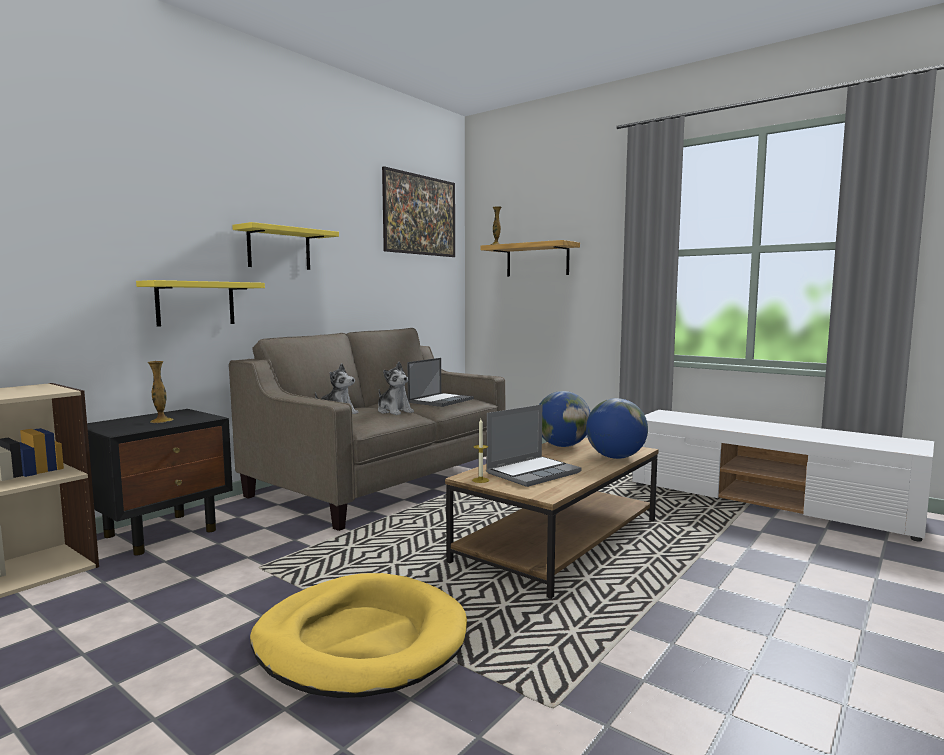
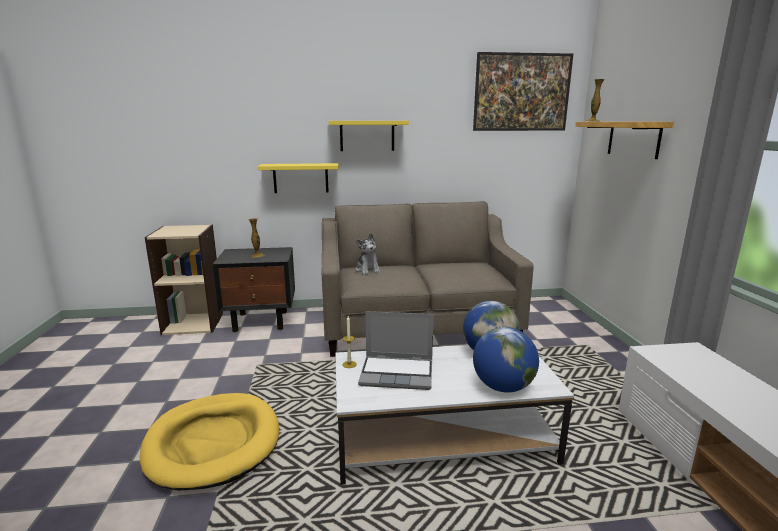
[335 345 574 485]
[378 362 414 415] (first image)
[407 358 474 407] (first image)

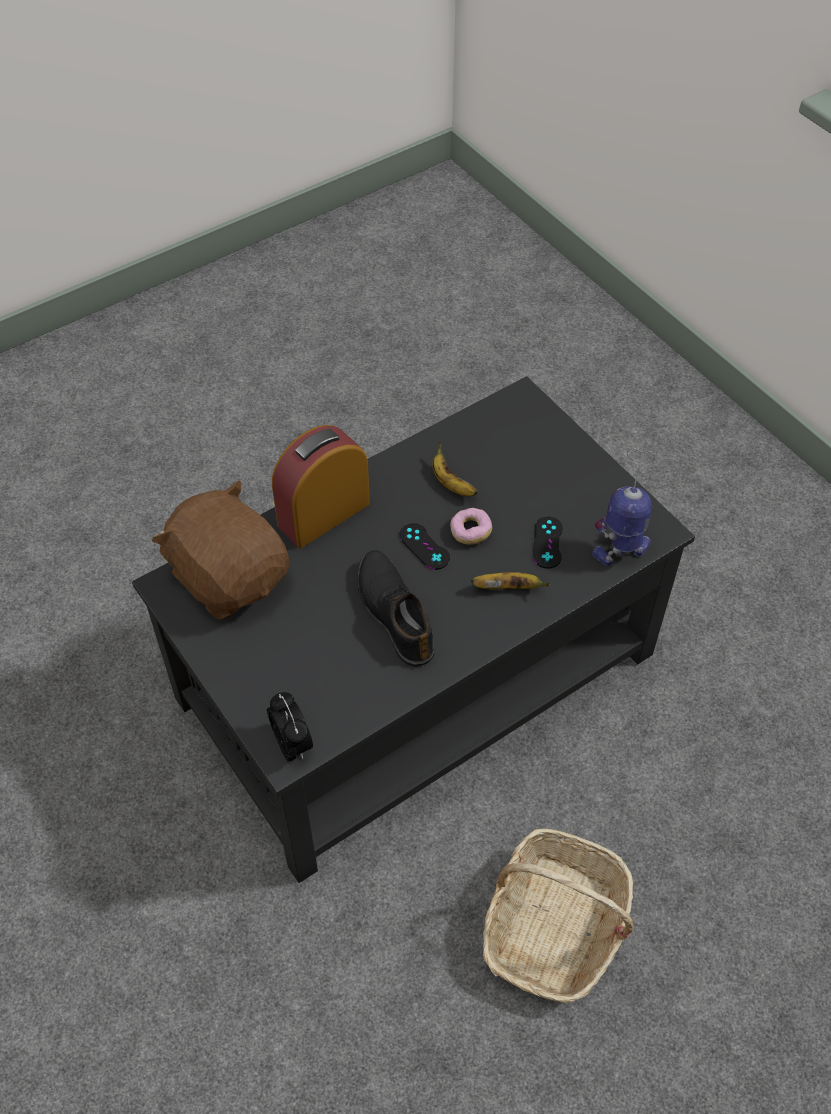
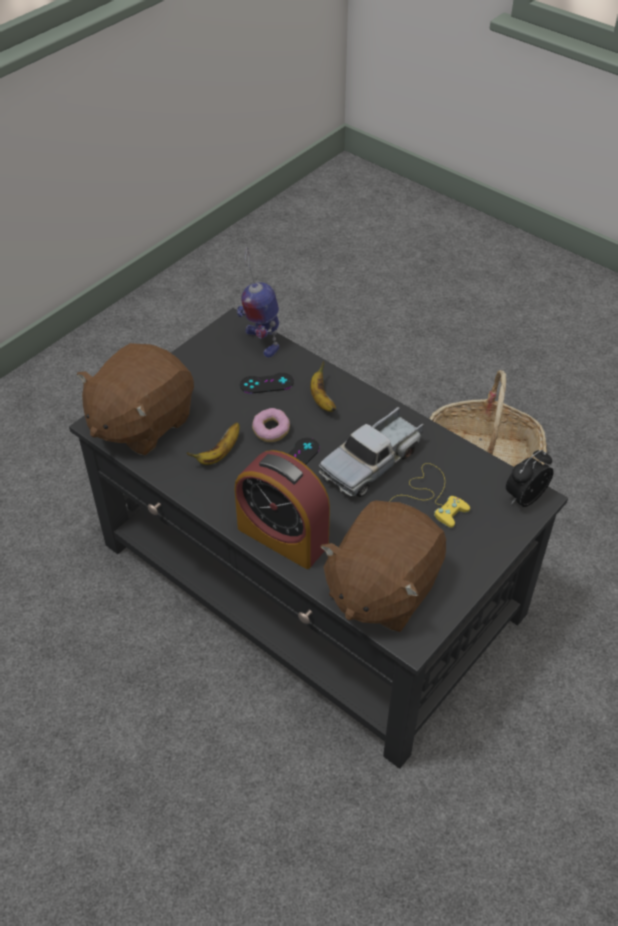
[77 343 194 455]
[318 407 424 497]
[389 463 470 528]

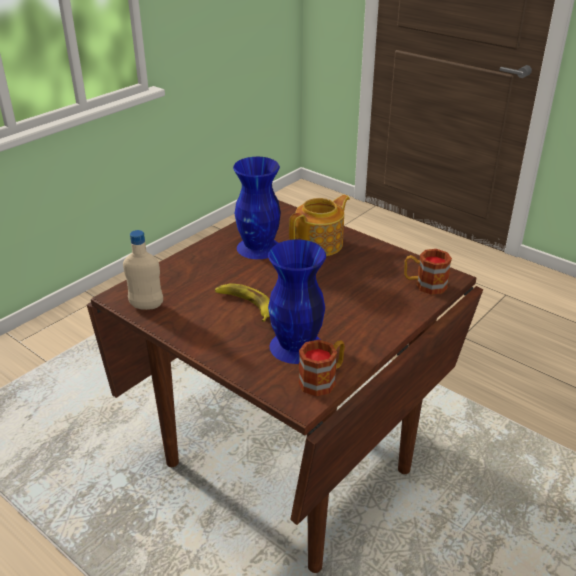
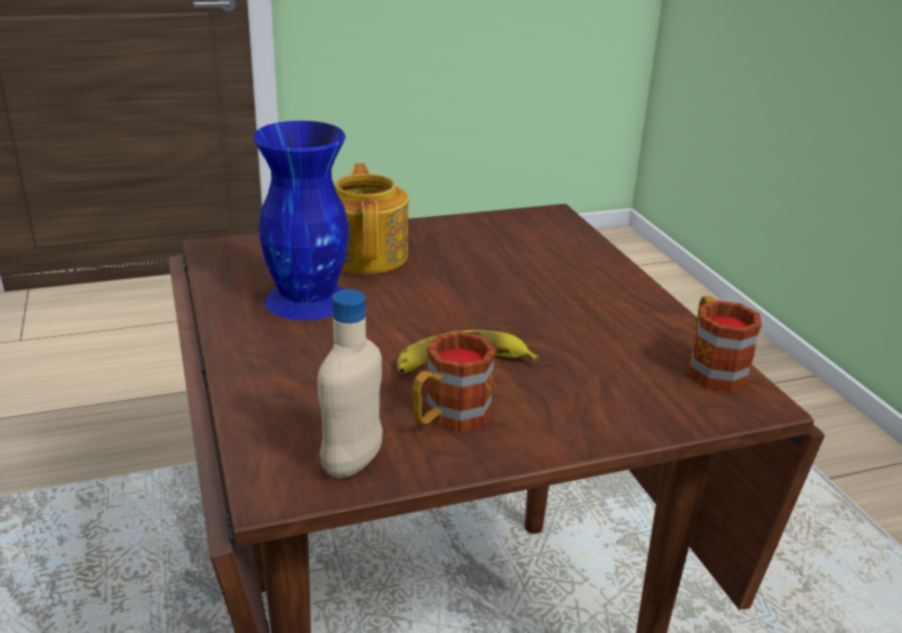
[412 331 496 432]
[268 239 326 364] (first image)

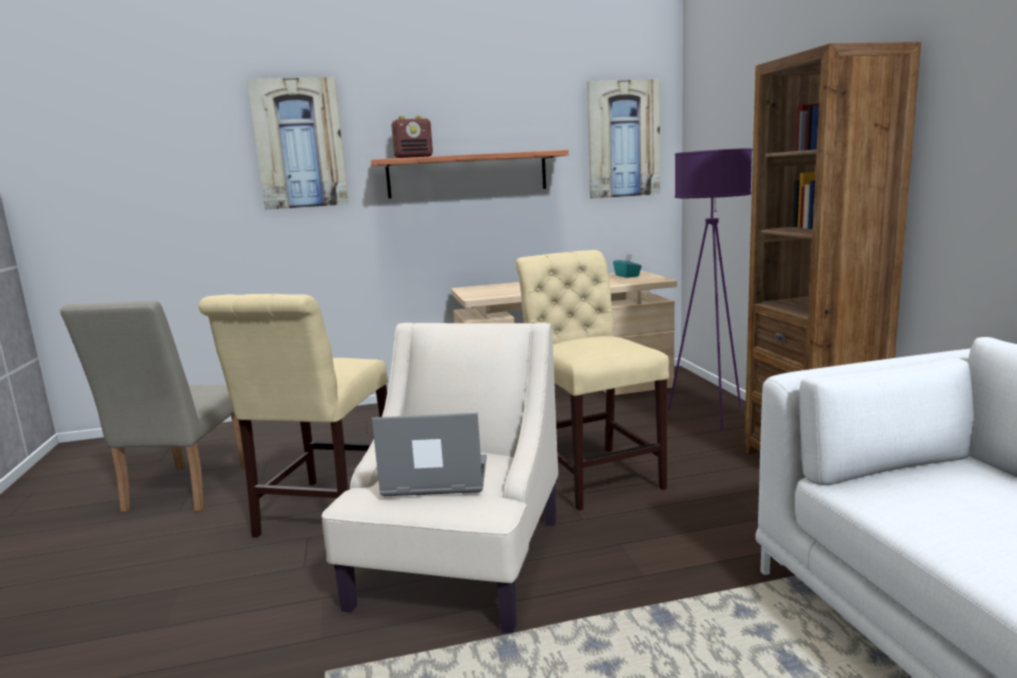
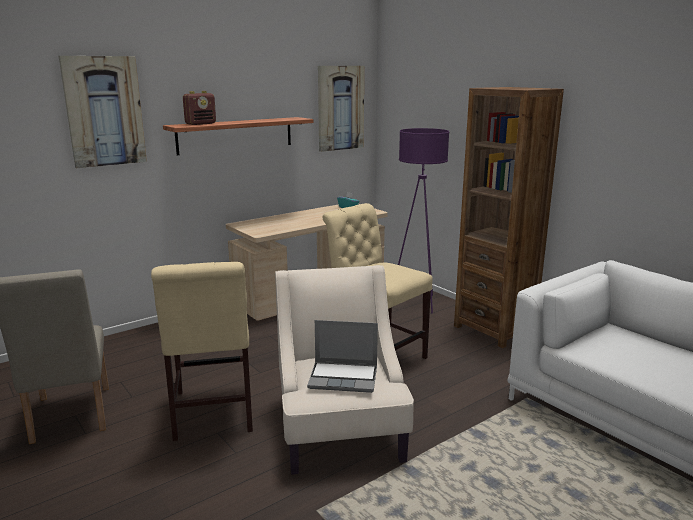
[307 320 378 393]

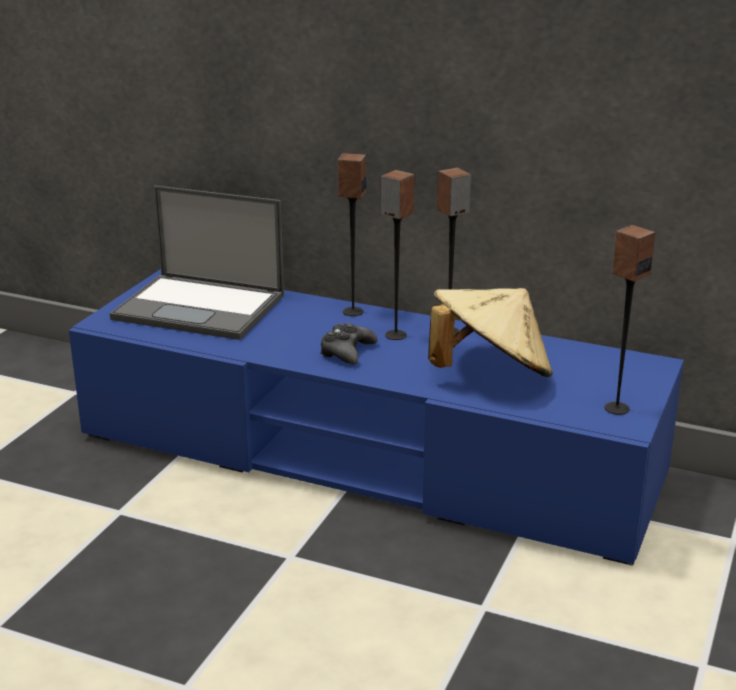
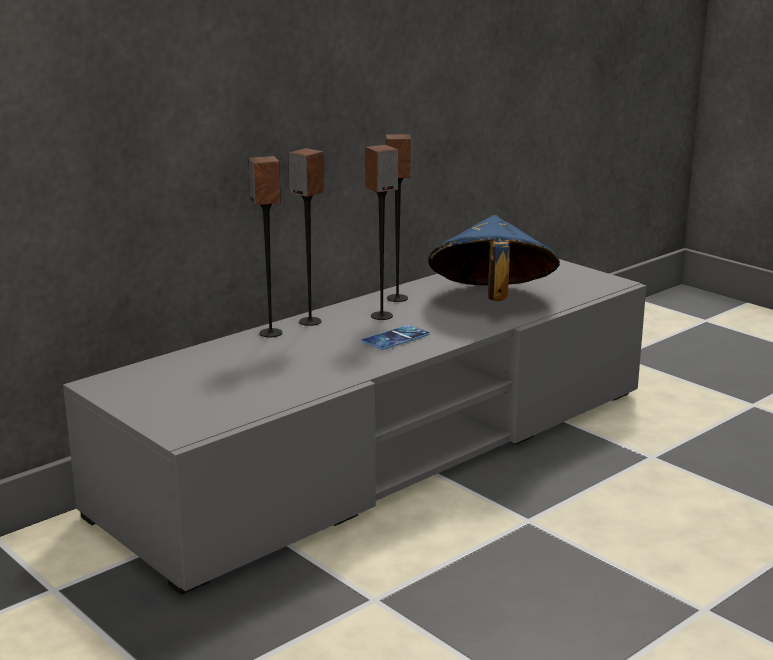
[63 259 646 595]
[248 156 282 337]
[362 325 430 350]
[428 215 560 301]
[110 186 284 340] (first image)

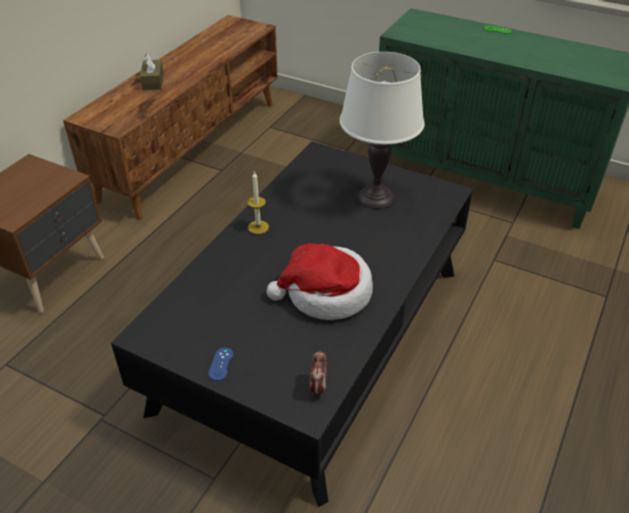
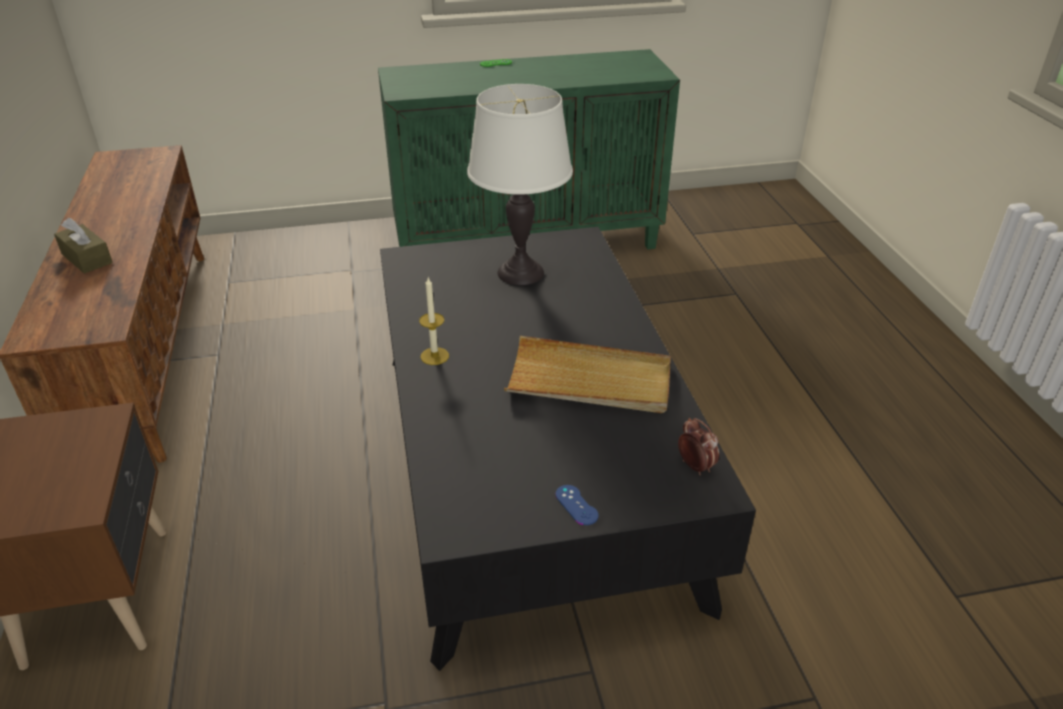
[504 336 670 413]

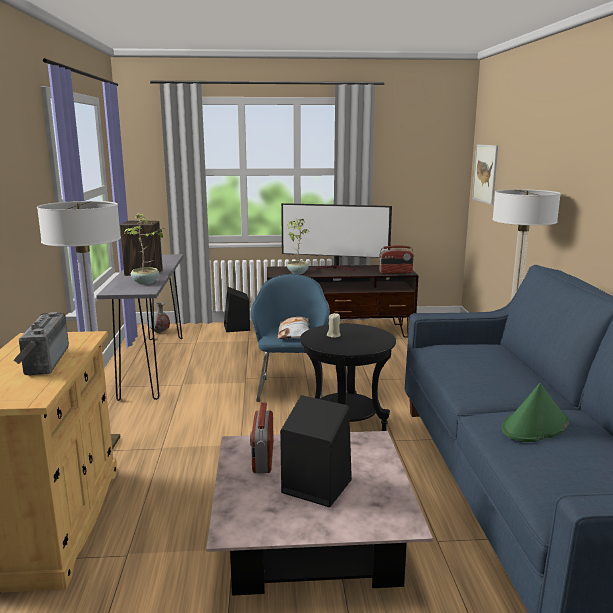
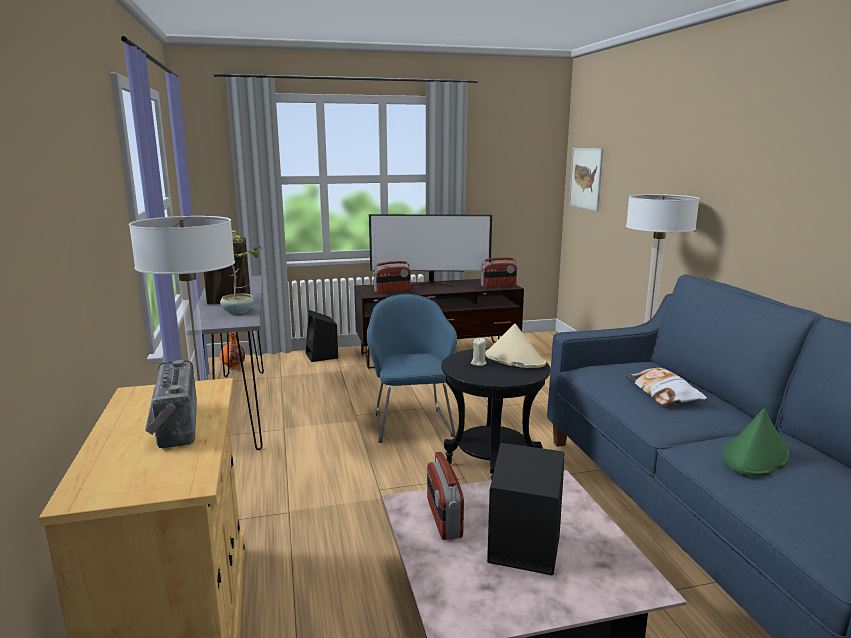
[220 332 245 368]
[373 261 411 294]
[485 323 546 368]
[625 368 707 406]

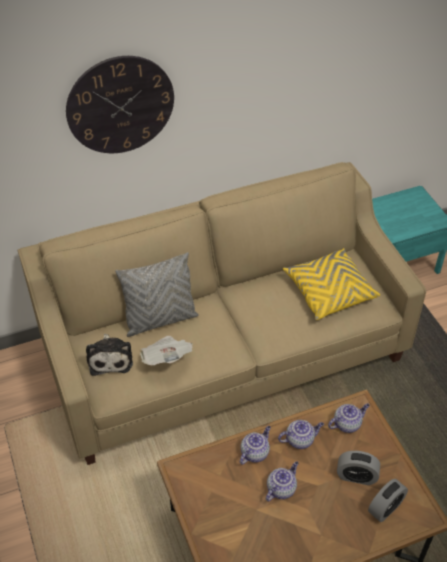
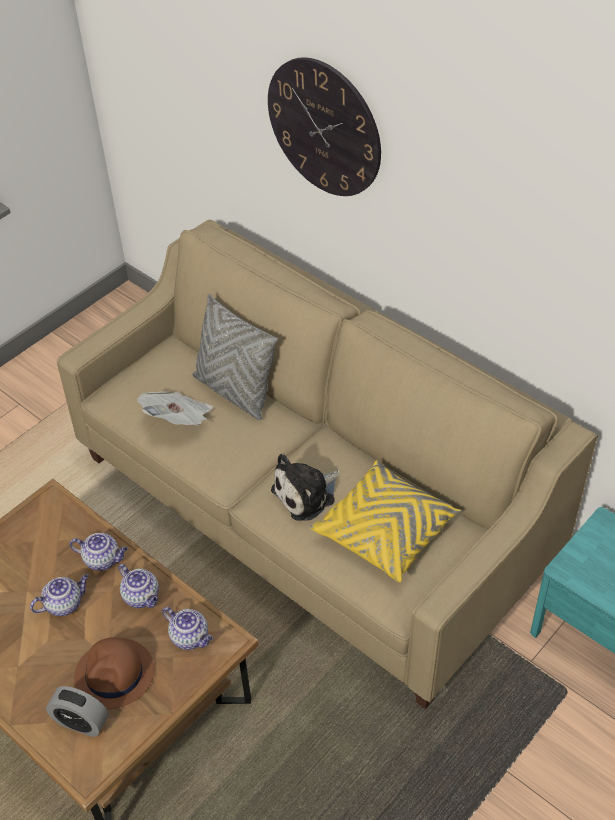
[30 574 89 616]
[74 637 154 710]
[271 454 340 521]

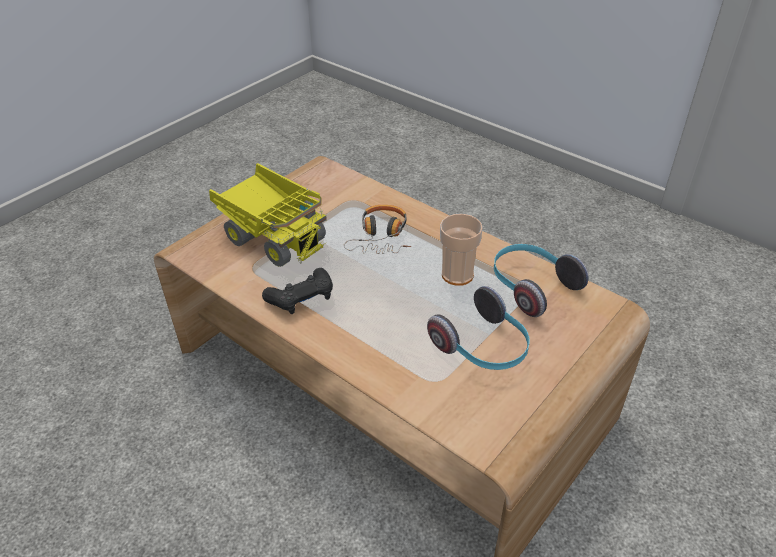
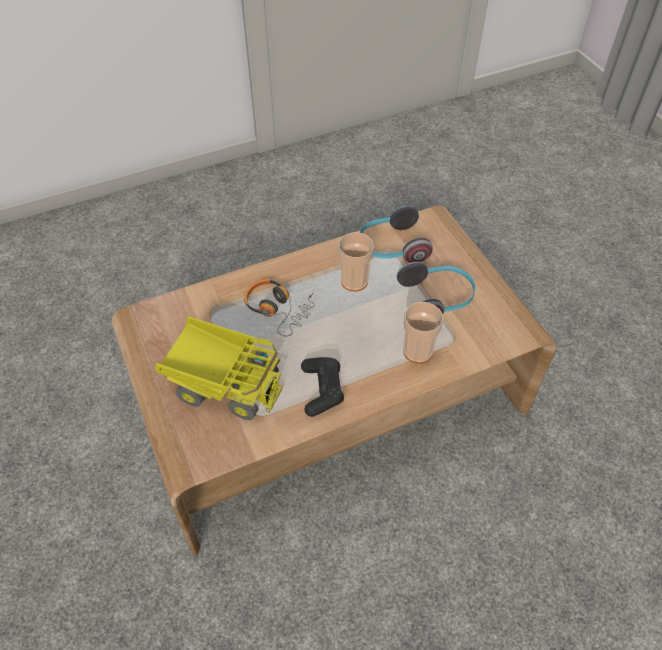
[155 316 285 420]
[403 302 443 364]

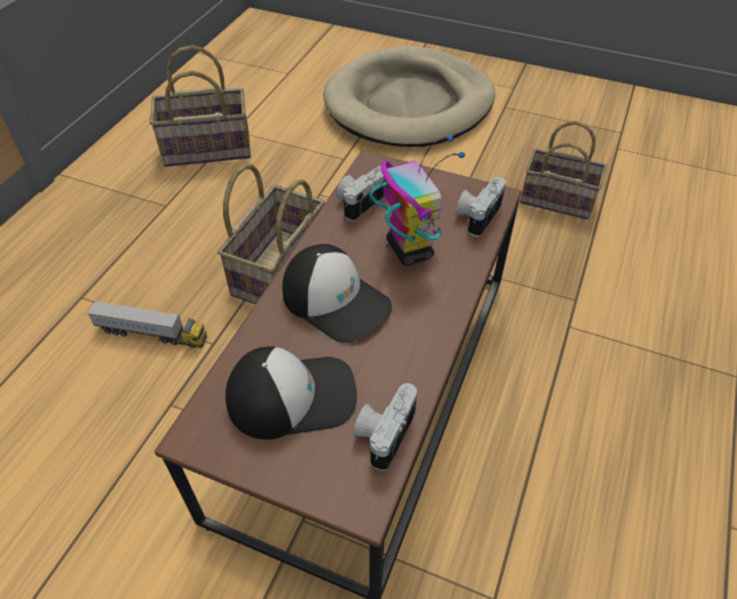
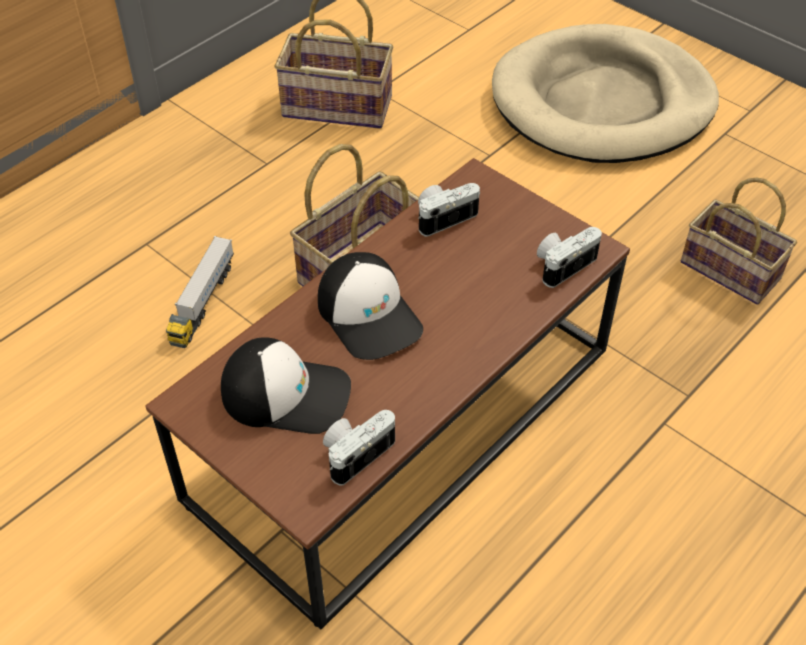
[166 236 234 348]
[370 135 465 266] (first image)

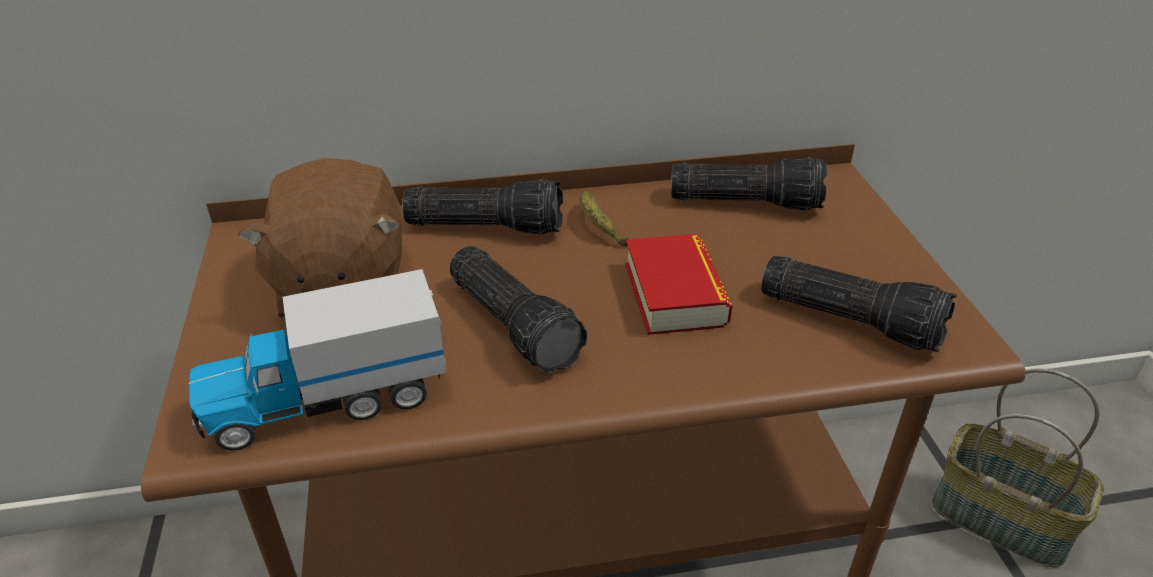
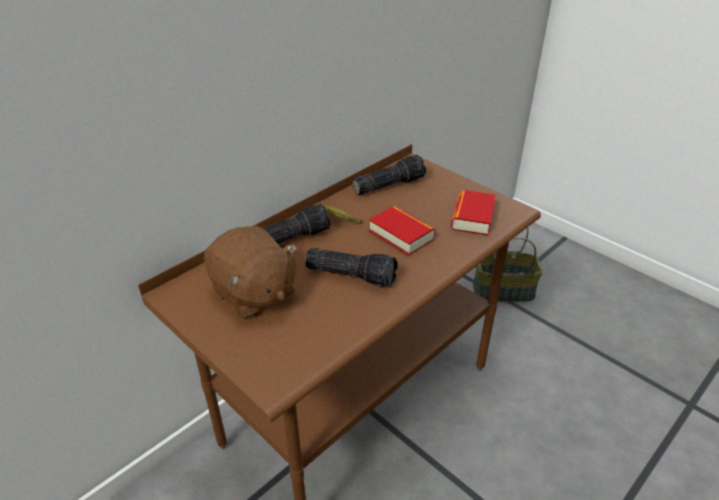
[451 190 496 236]
[189 269 446 450] (first image)

